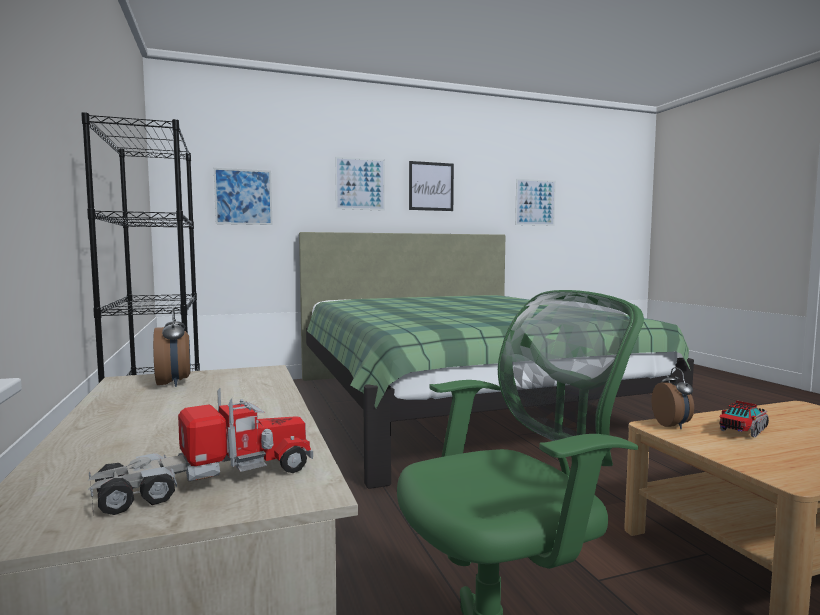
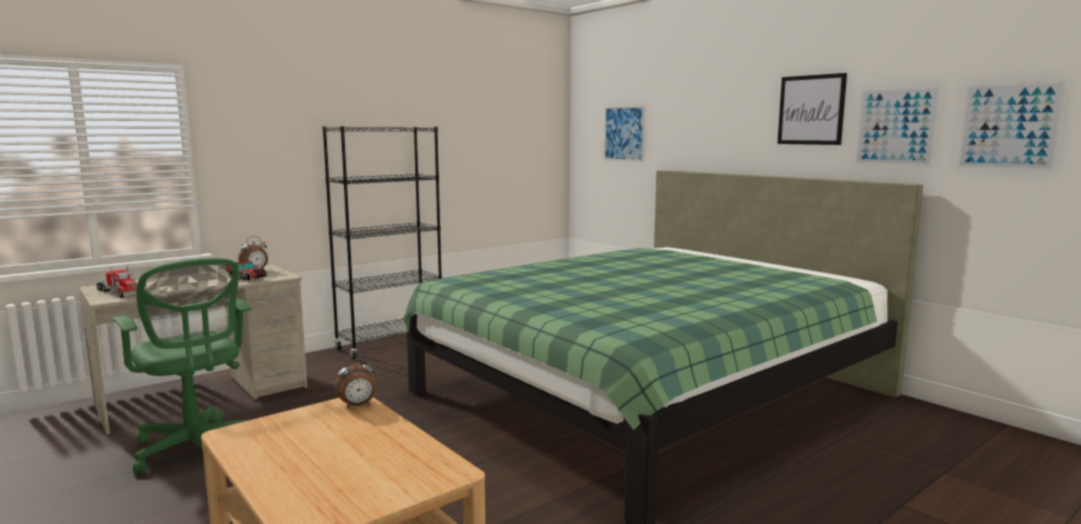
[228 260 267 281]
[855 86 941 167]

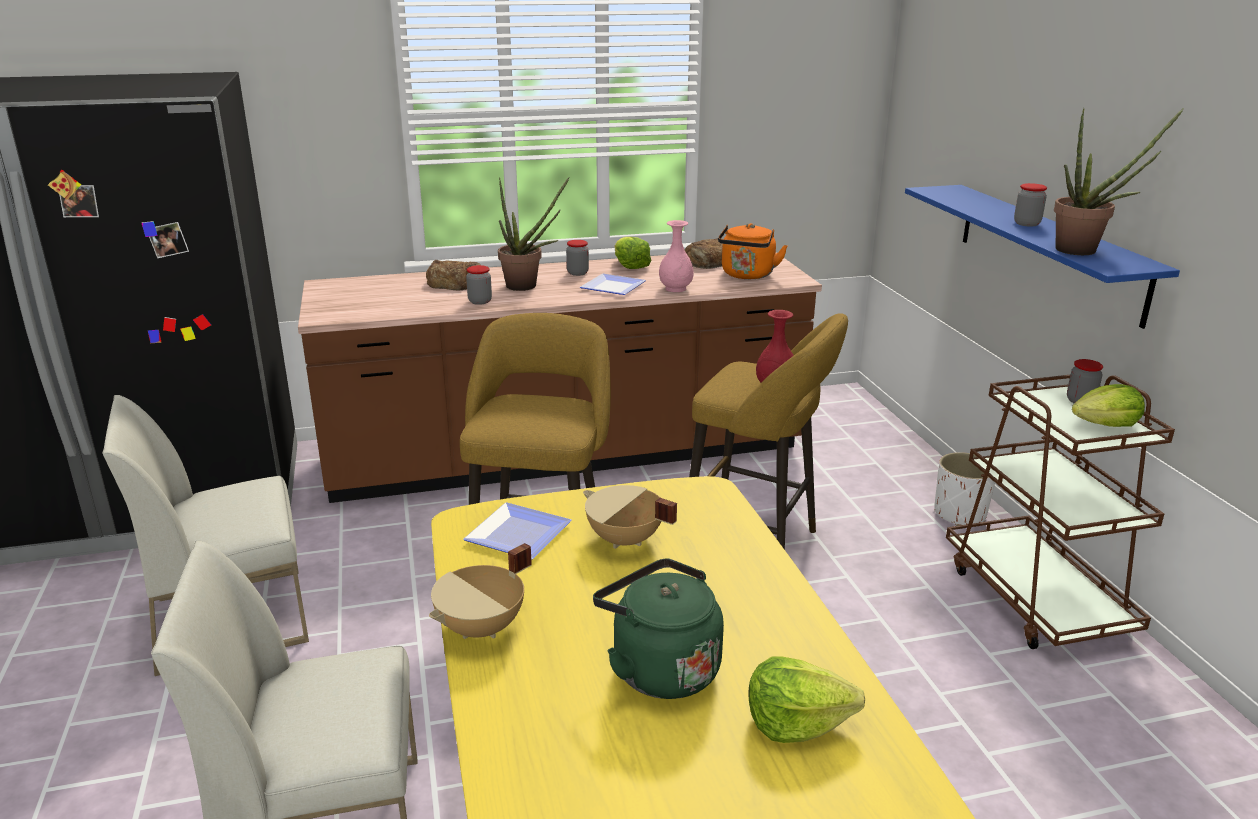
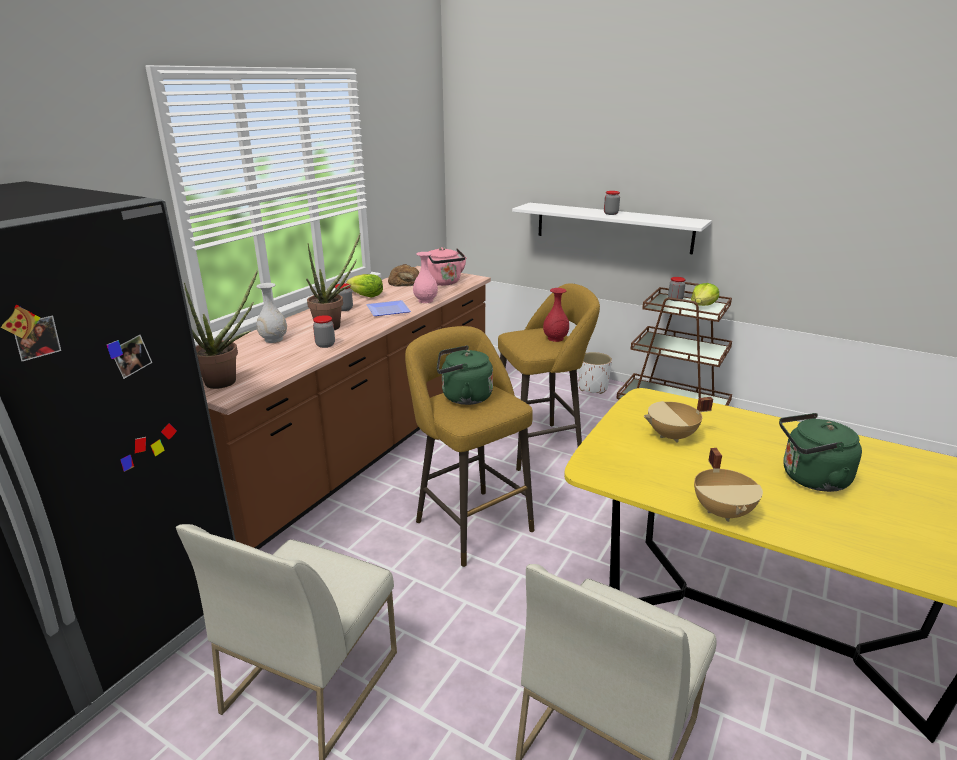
[184 270 258 389]
[256 283 287 343]
[428 247 467 286]
[437 346 493 405]
[512 203 712 255]
[463 502 572 560] (first image)
[749 657 865 743] (first image)

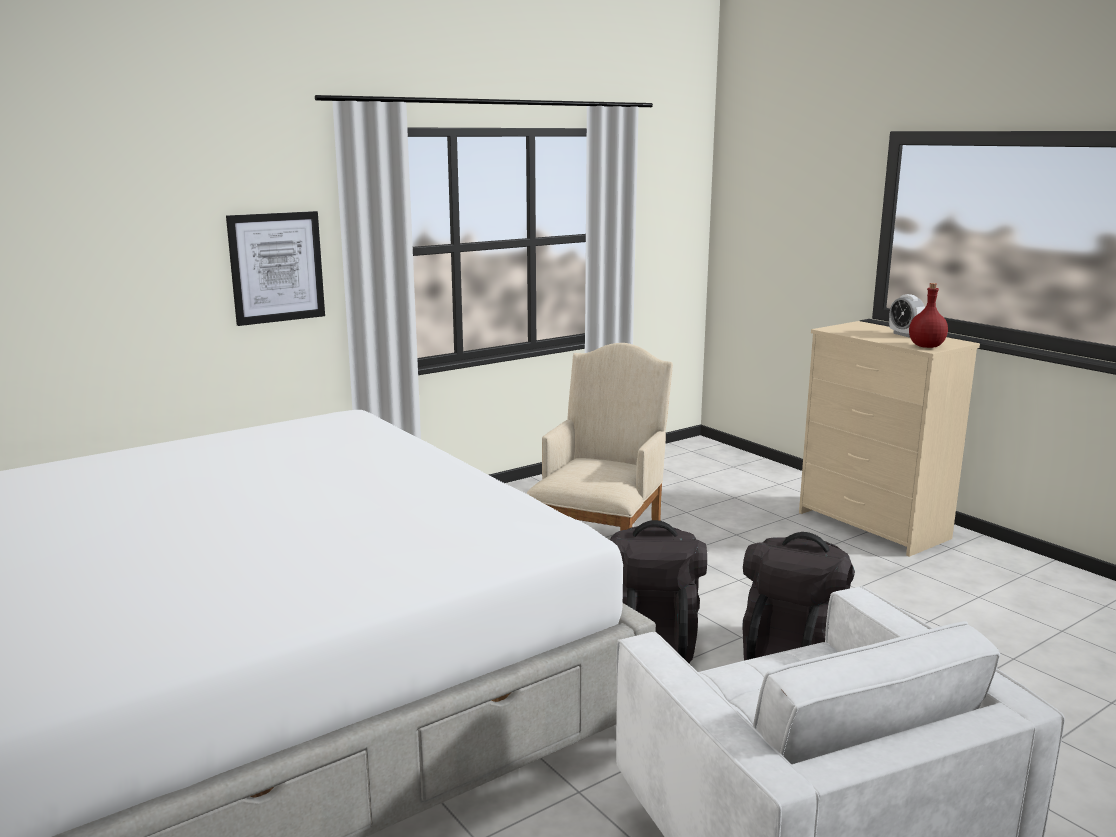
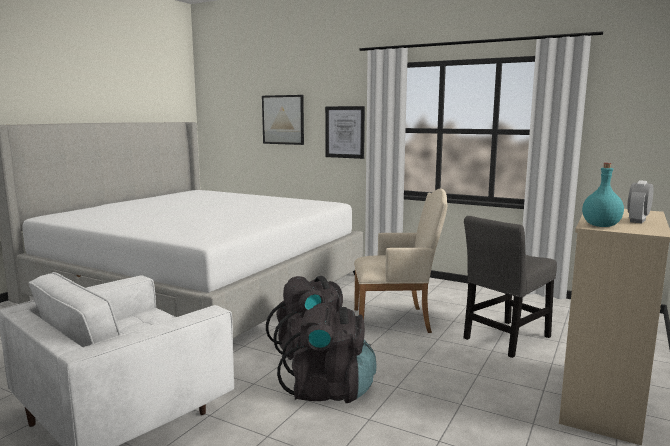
[262 95 304 145]
[463 216 557 358]
[582 163 624 227]

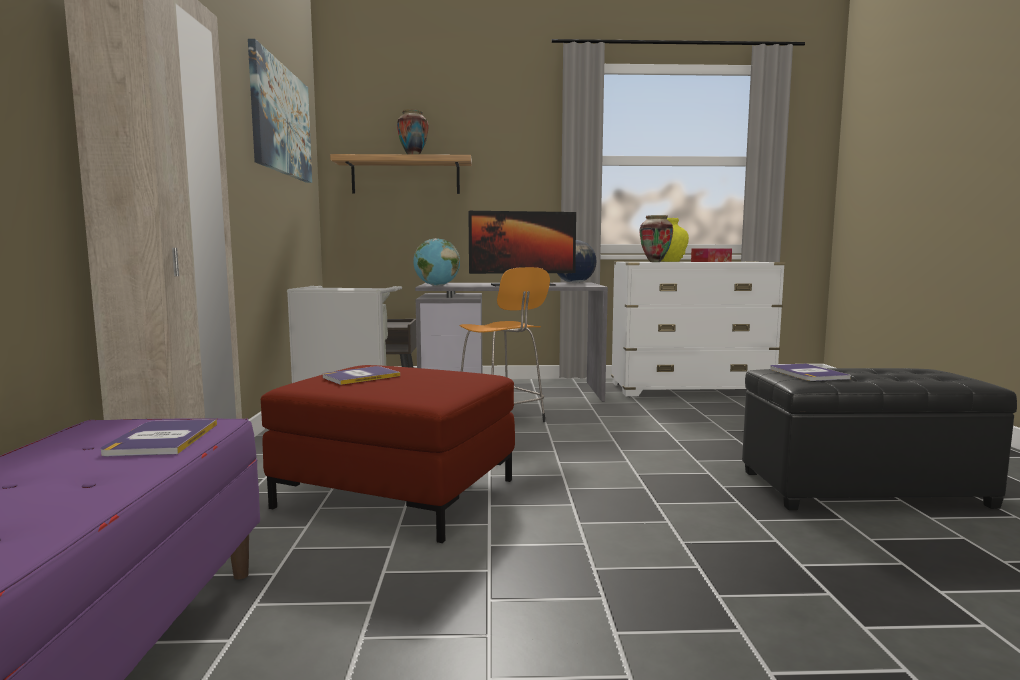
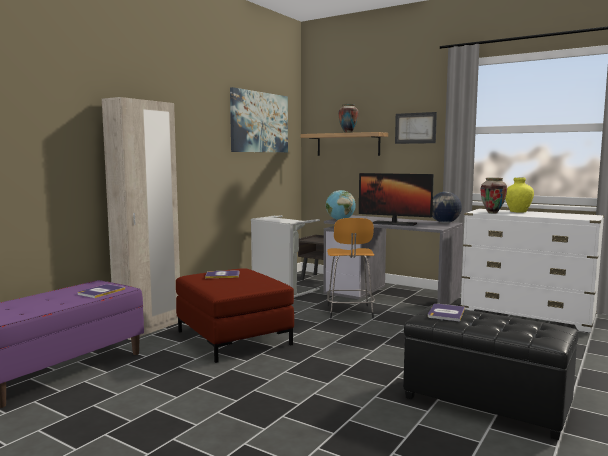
[395 112 437 144]
[691 248 732 262] (first image)

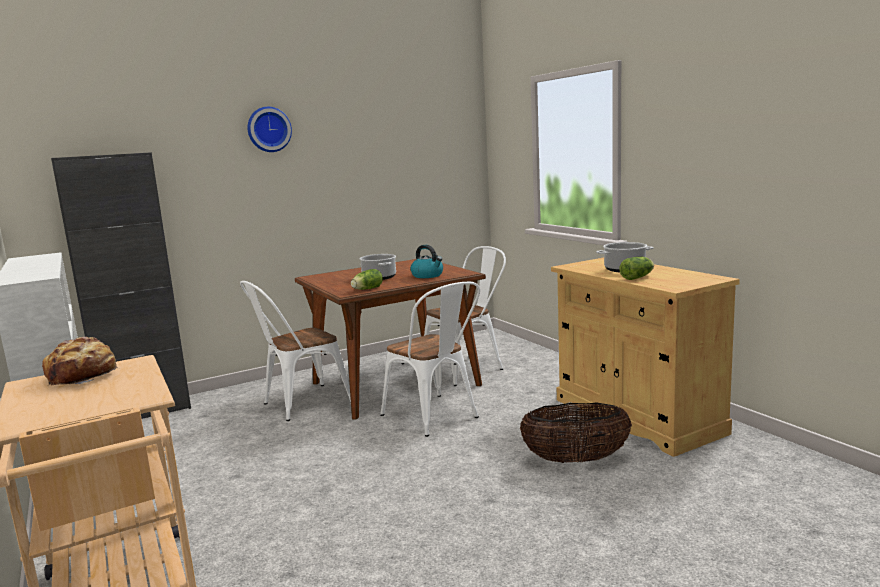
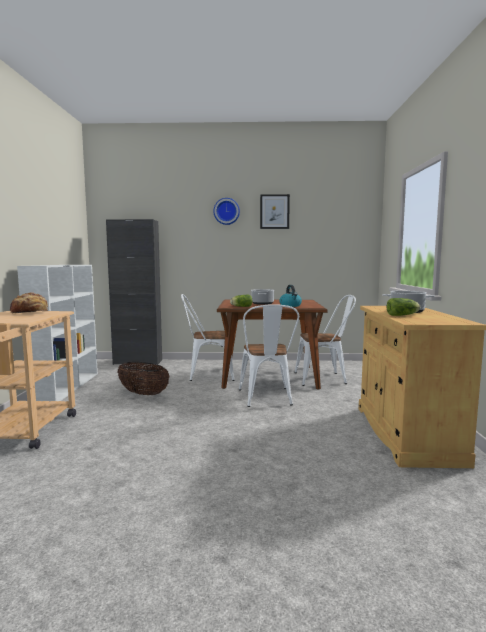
[117 362 170 395]
[260 194 290 229]

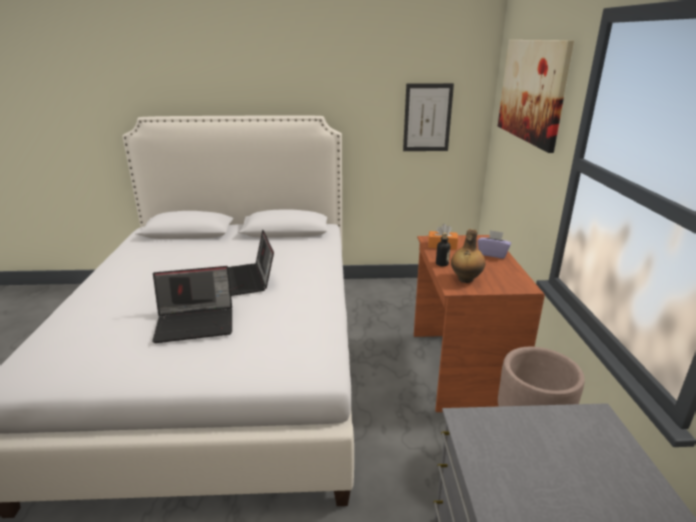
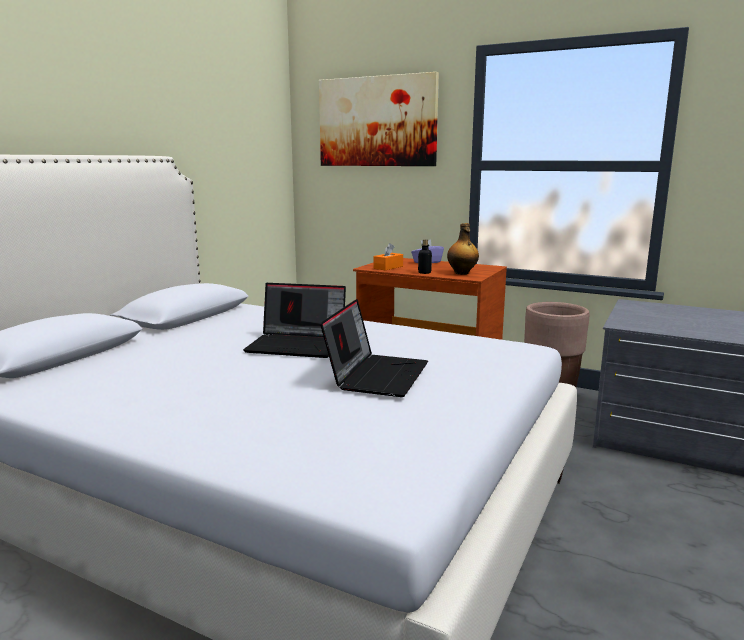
[403 83 454 151] (first image)

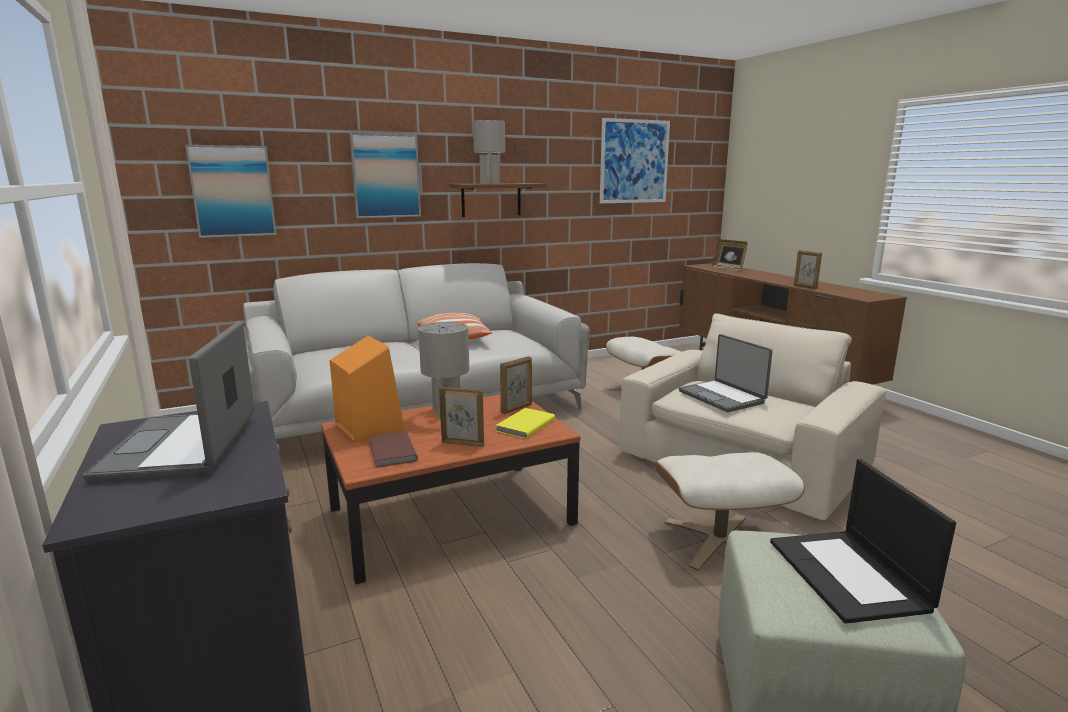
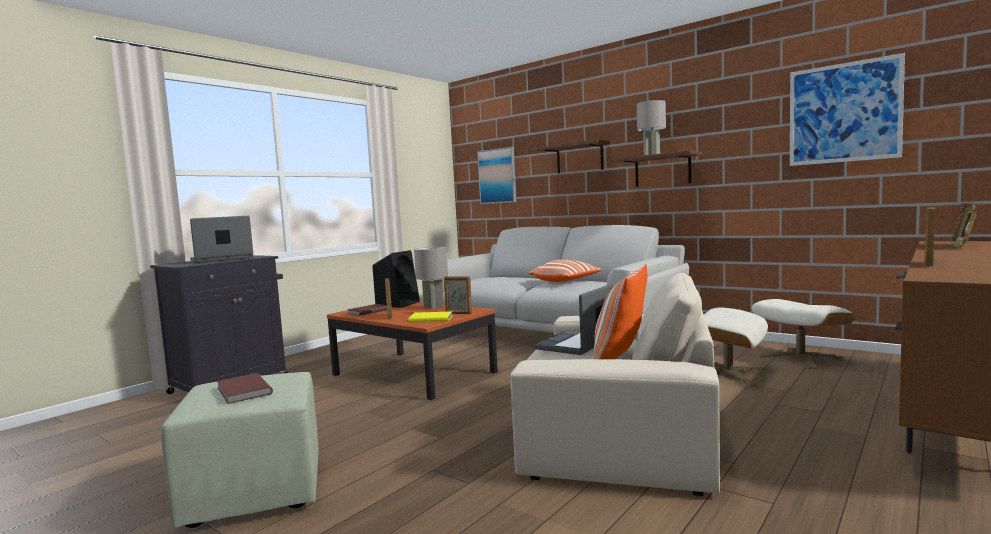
[217 373 273 404]
[372 250 420 308]
[533 140 612 174]
[594 264 647 359]
[751 299 855 369]

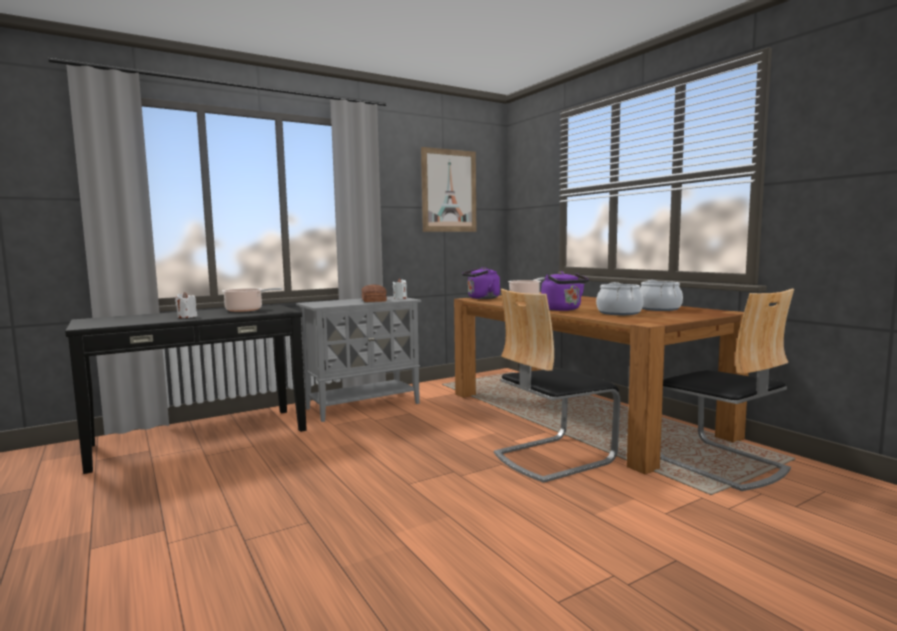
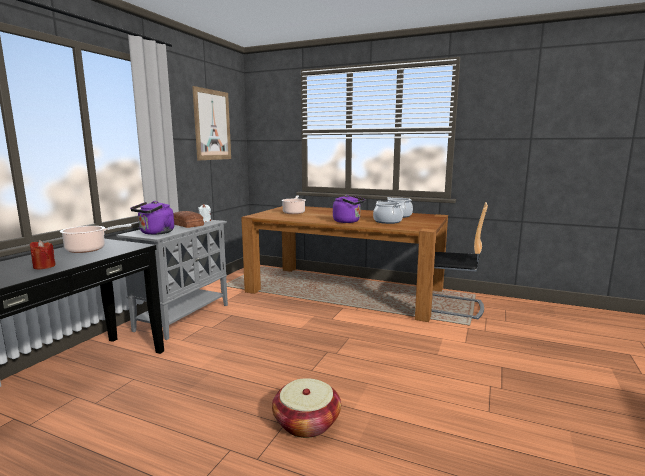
[30 240 56 269]
[130 201 174 235]
[272 378 341 438]
[494 289 620 483] (first image)

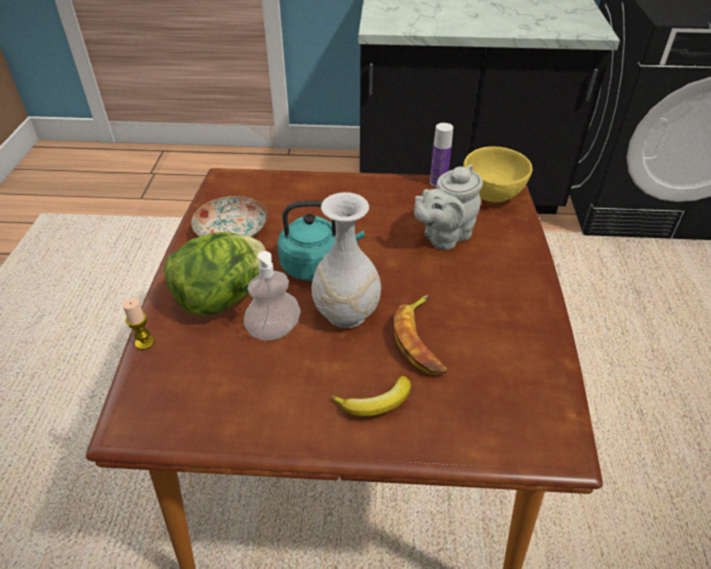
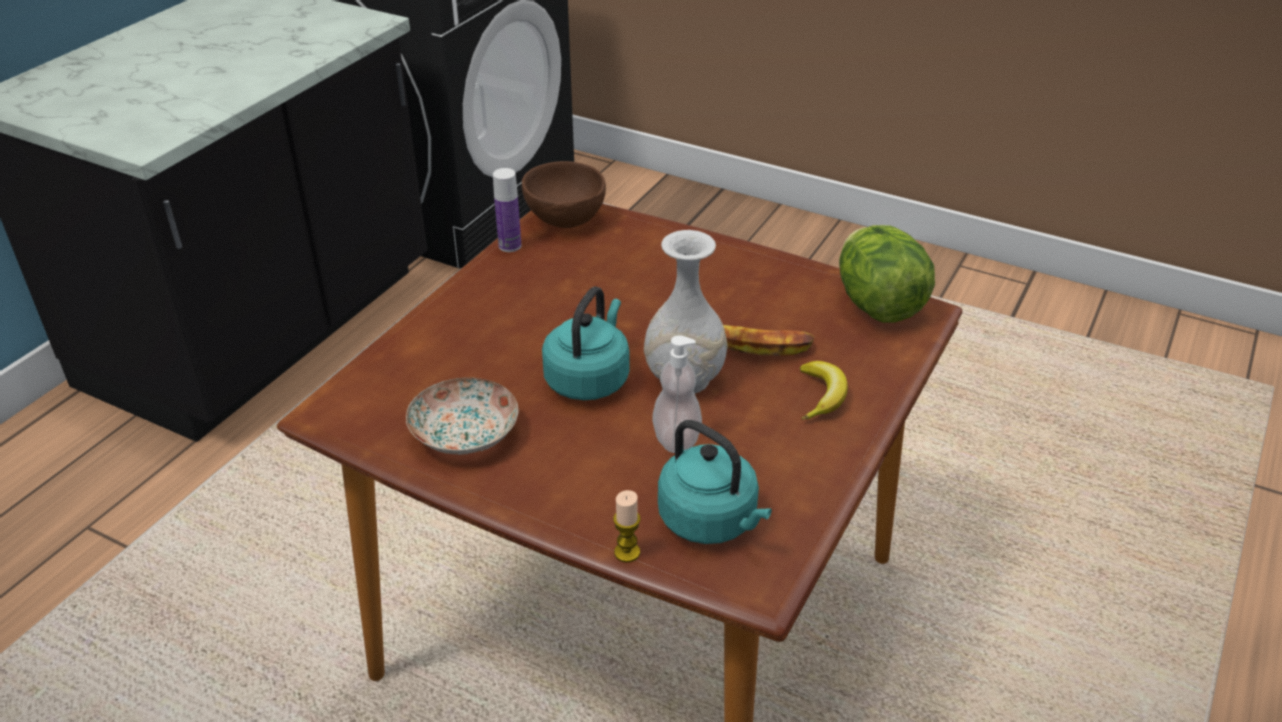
[522 161 606 228]
[658 420 772 544]
[839 225 935 323]
[414 165 483 250] (first image)

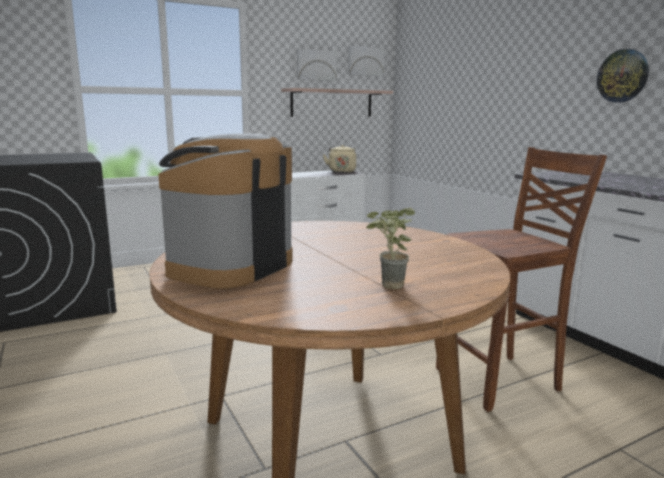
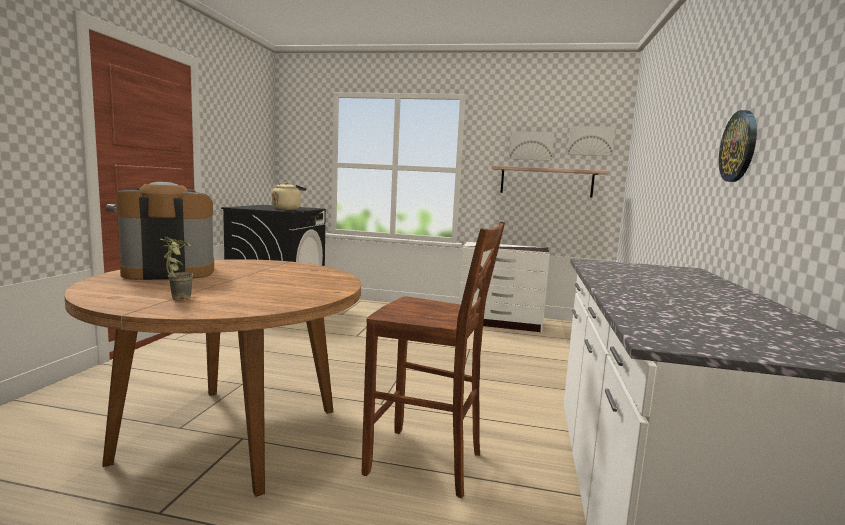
[272 182 306 210]

